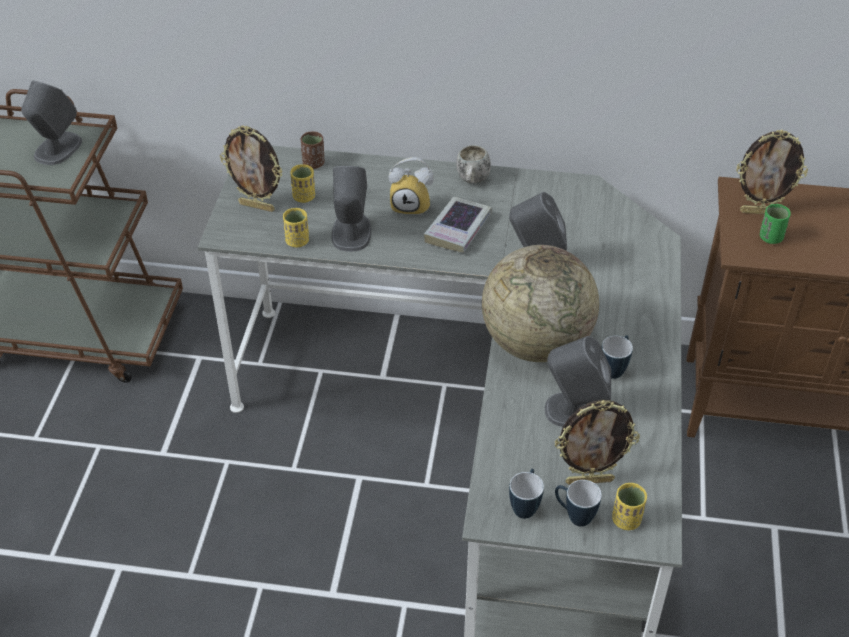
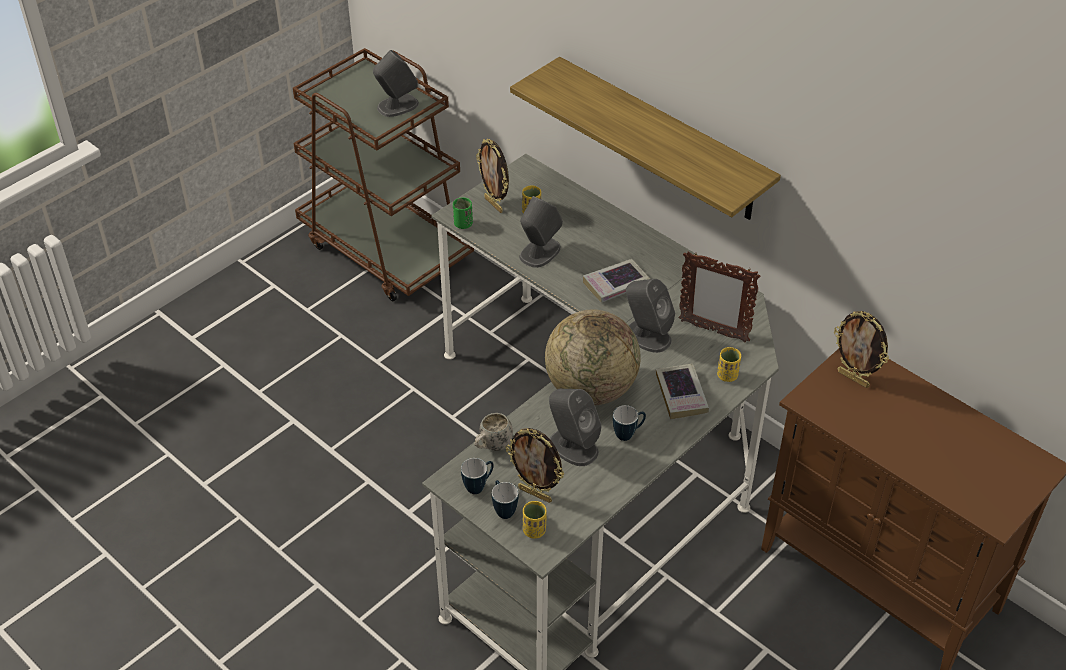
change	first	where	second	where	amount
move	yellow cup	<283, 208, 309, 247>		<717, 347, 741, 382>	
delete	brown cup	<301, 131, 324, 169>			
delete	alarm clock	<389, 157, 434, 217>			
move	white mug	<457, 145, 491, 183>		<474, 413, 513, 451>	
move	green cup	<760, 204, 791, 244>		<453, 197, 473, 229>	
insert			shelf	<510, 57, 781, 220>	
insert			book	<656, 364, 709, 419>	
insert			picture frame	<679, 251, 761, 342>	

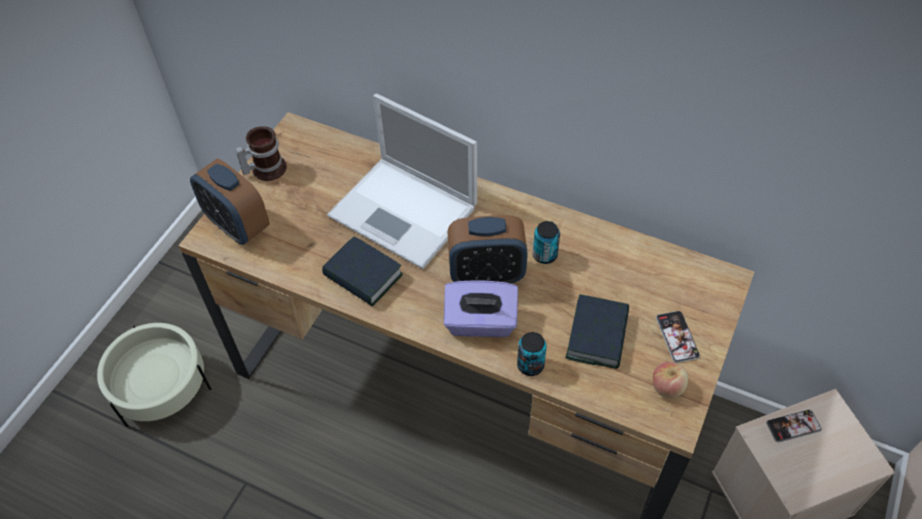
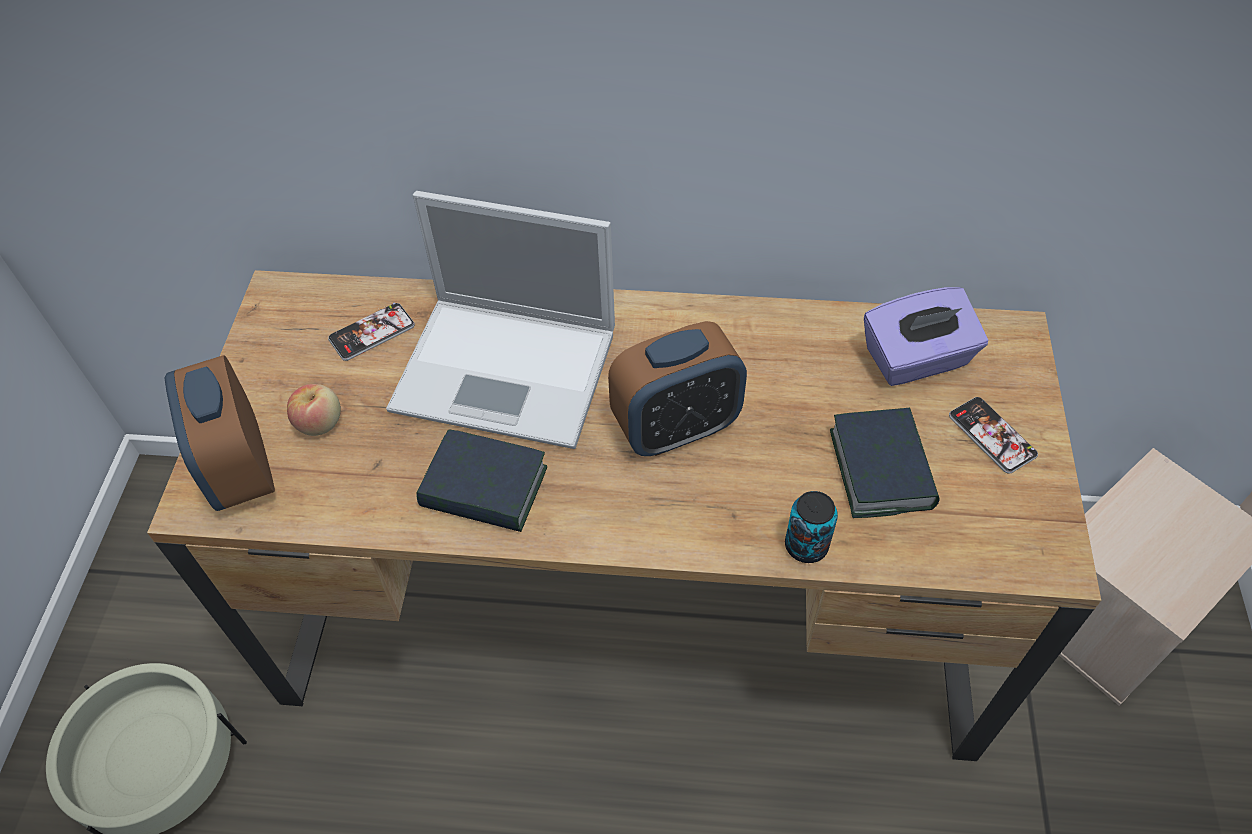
change	first	where	second	where	amount
rotate	alarm clock	<190, 159, 270, 245>		<165, 355, 275, 511>	45 degrees clockwise
delete	mug	<235, 126, 287, 181>			
move	purple tissue box	<444, 280, 518, 337>		<864, 287, 988, 386>	
delete	can	<533, 221, 560, 264>			
move	apple	<653, 362, 688, 398>		<287, 384, 341, 436>	
move	phone	<766, 410, 822, 443>		<328, 302, 415, 361>	

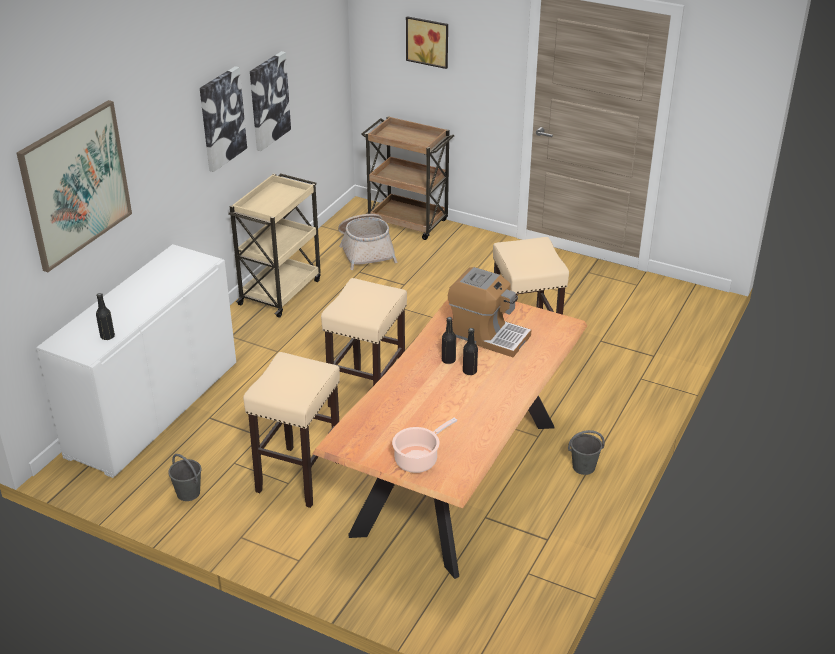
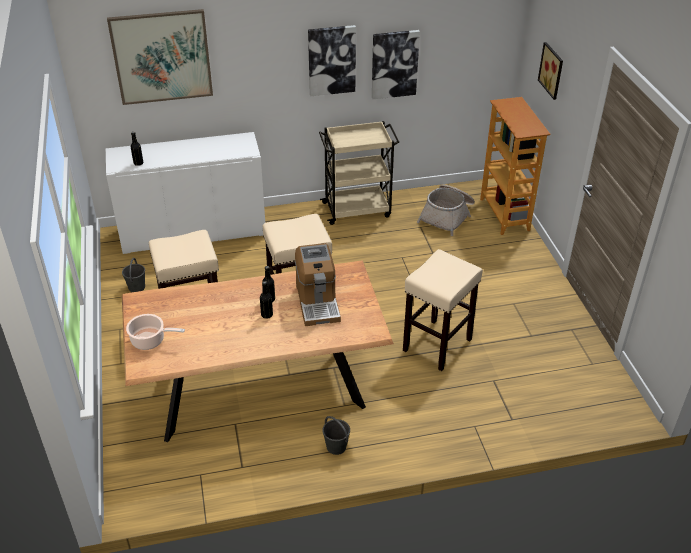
change	first	where	second	where	amount
replace	brown cart	<361, 116, 454, 240>	bookcase	<480, 97, 550, 235>	

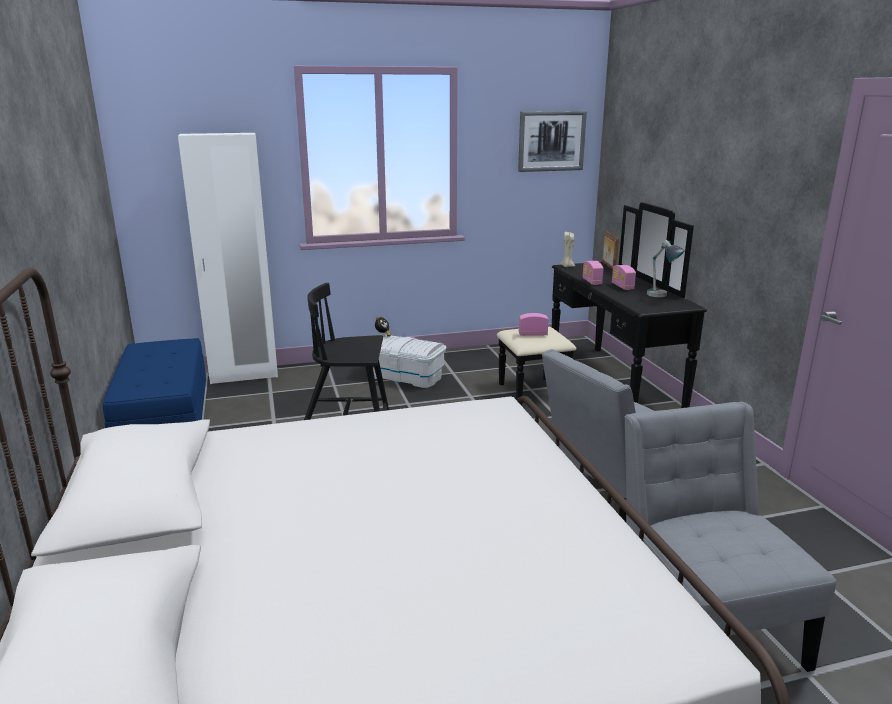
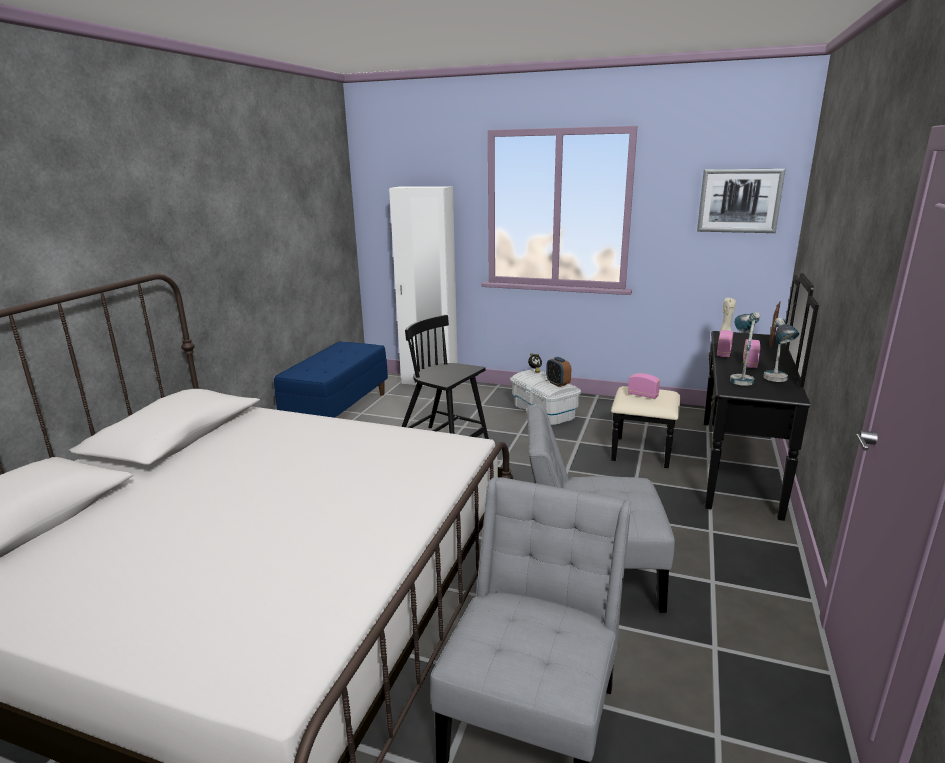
change	first	where	second	where	amount
insert			alarm clock	<546, 357, 571, 387>	
insert			table lamp	<730, 312, 760, 386>	

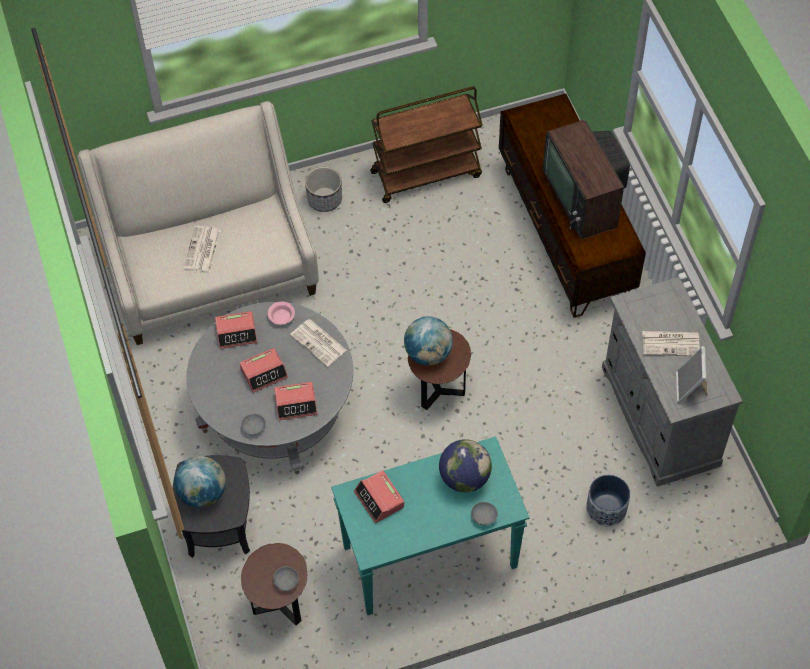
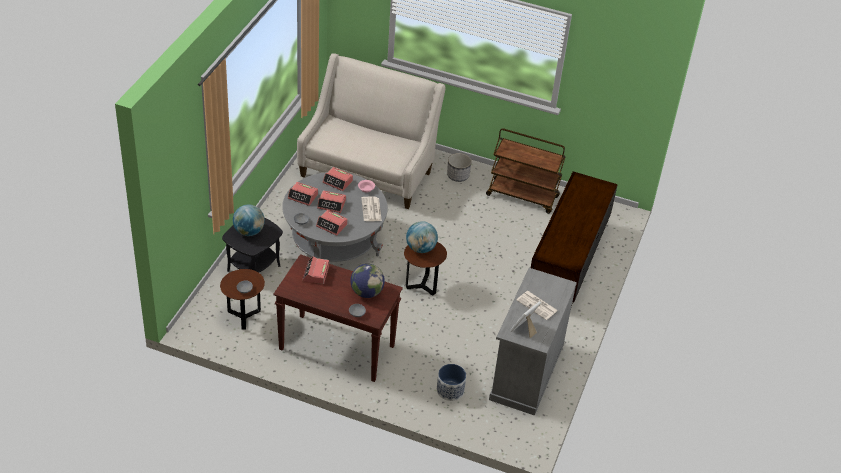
change	first	where	second	where	amount
delete	newspaper	<184, 226, 221, 272>			
recolor	turquoise console table	<331, 436, 530, 615>	brown console table	<273, 254, 403, 382>	
delete	television	<543, 120, 630, 239>			
insert			alarm clock	<288, 182, 318, 206>	

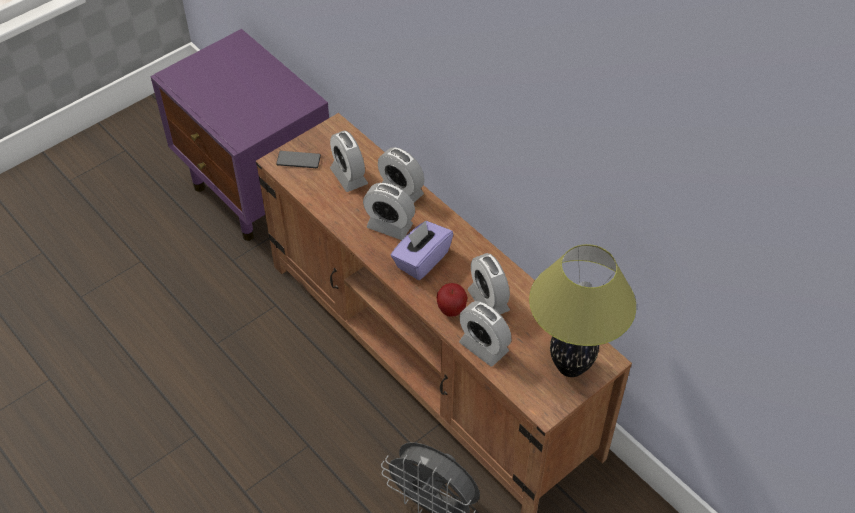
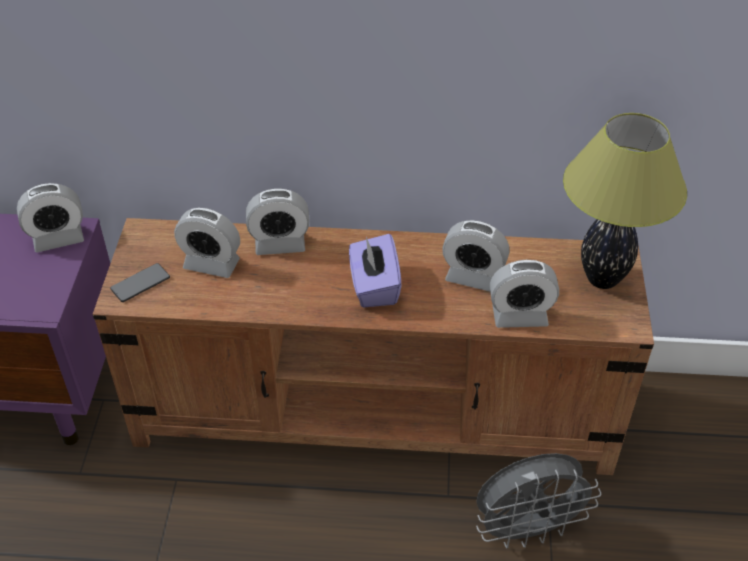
change	first	where	second	where	amount
move	alarm clock	<363, 183, 415, 240>		<17, 183, 84, 253>	
delete	apple	<437, 283, 468, 317>			

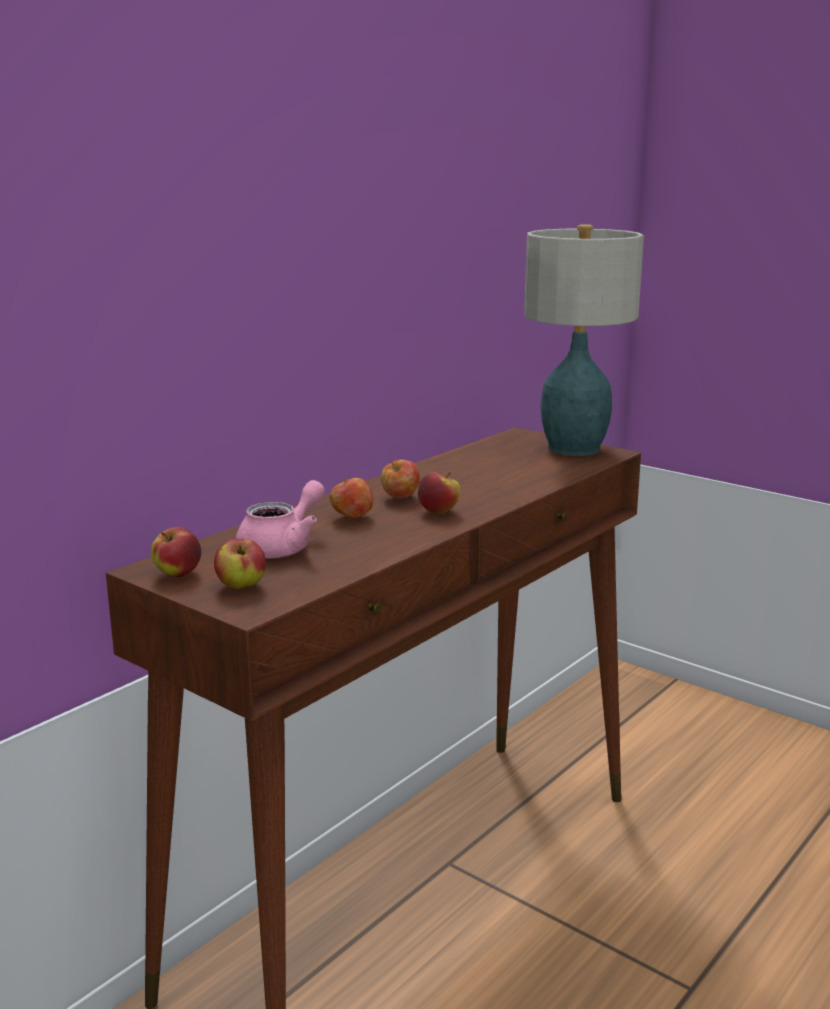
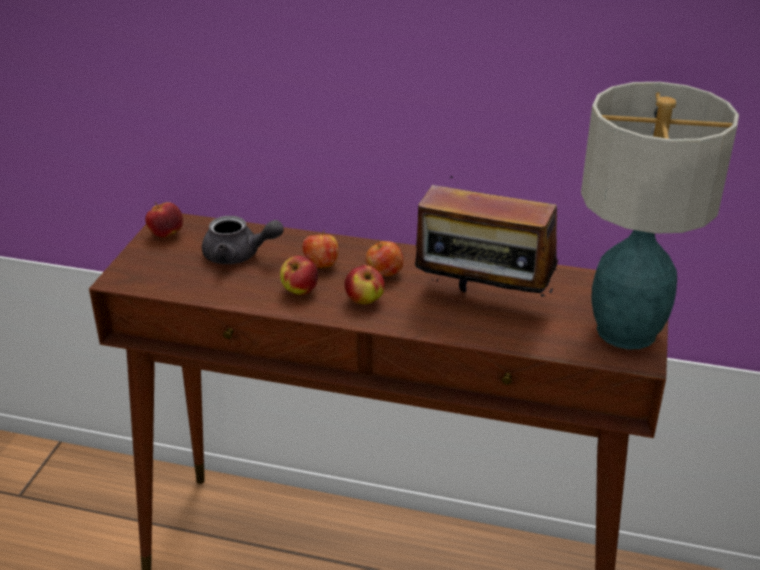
change	first	where	second	where	amount
move	apple	<214, 539, 265, 589>		<280, 256, 318, 295>	
recolor	pink teapot	<236, 480, 325, 558>	grey teapot	<202, 216, 284, 264>	
insert			radio	<414, 176, 558, 298>	

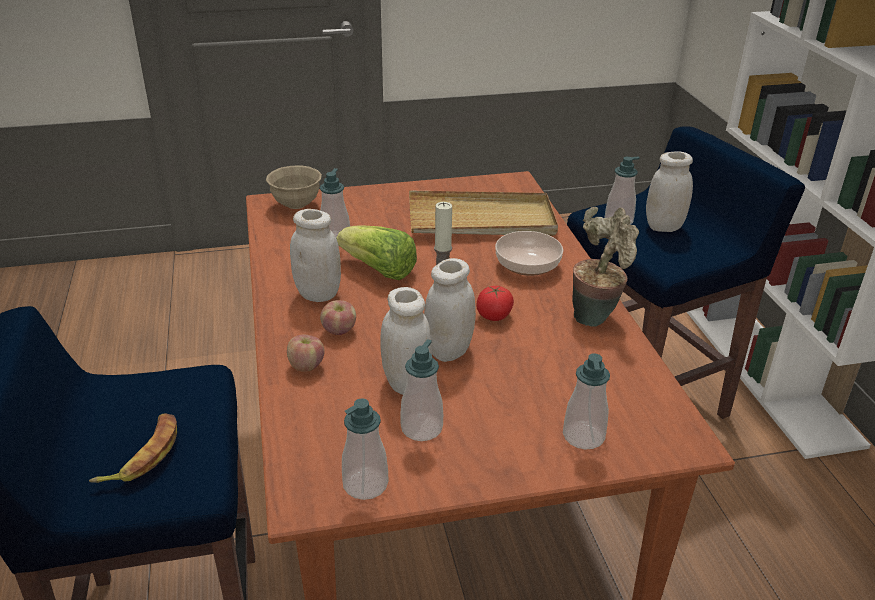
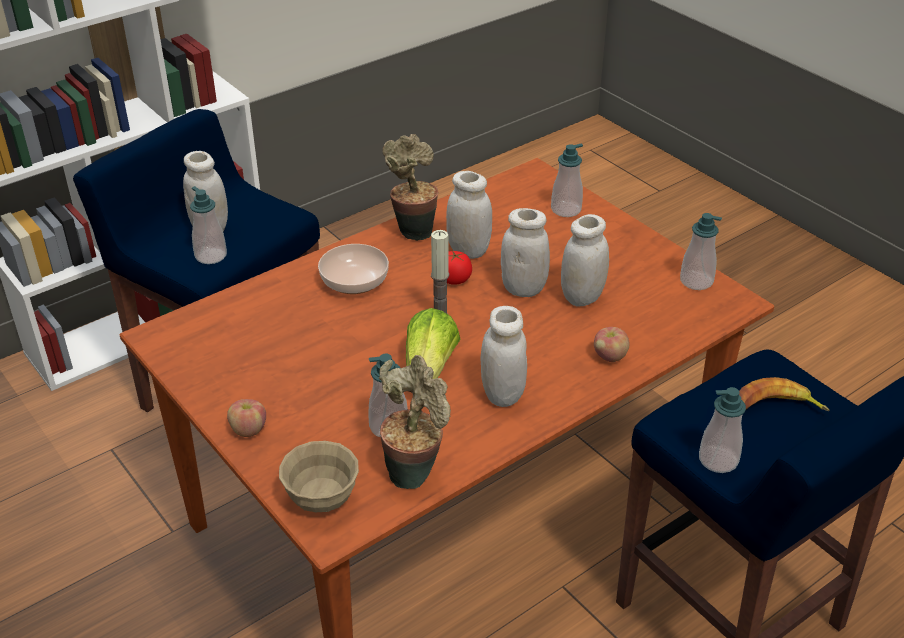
change	first	where	second	where	amount
move	apple	<320, 300, 356, 335>		<227, 399, 266, 437>	
move	soap dispenser	<400, 339, 443, 441>		<699, 387, 746, 473>	
delete	beige tray	<409, 191, 558, 236>			
insert			potted plant	<379, 355, 451, 489>	
insert			white jar	<446, 171, 492, 259>	

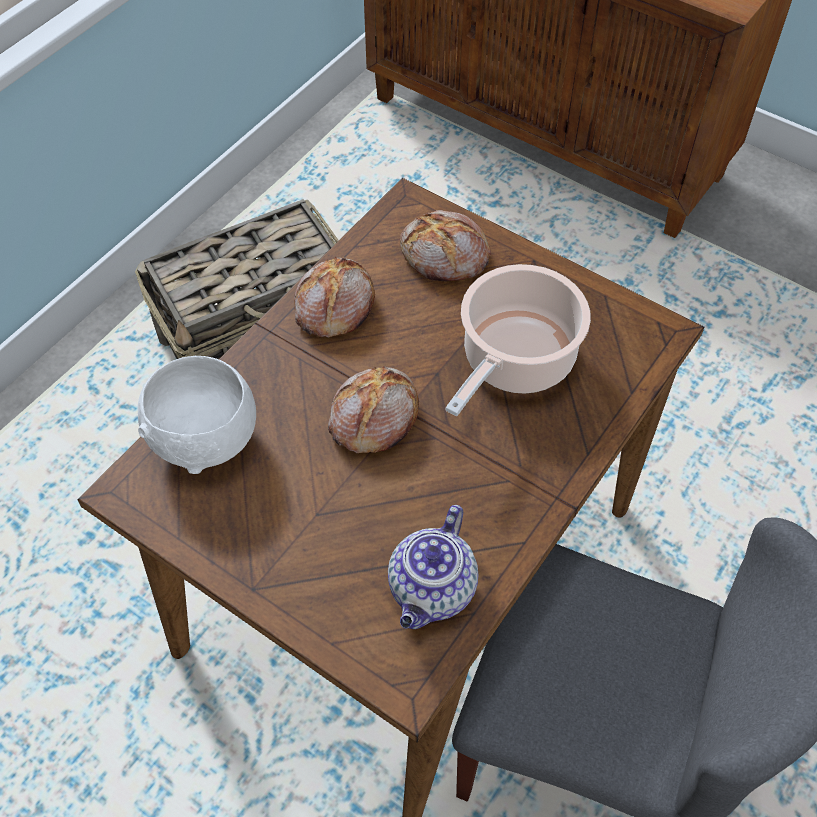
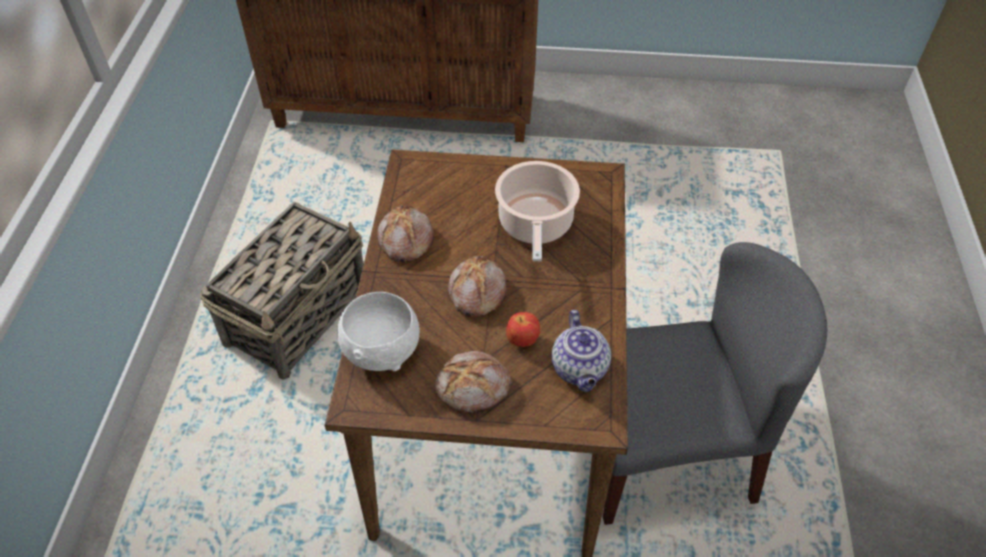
change	first	where	second	where	amount
move	bread	<400, 210, 491, 281>		<434, 351, 511, 414>	
insert			apple	<506, 312, 540, 347>	

